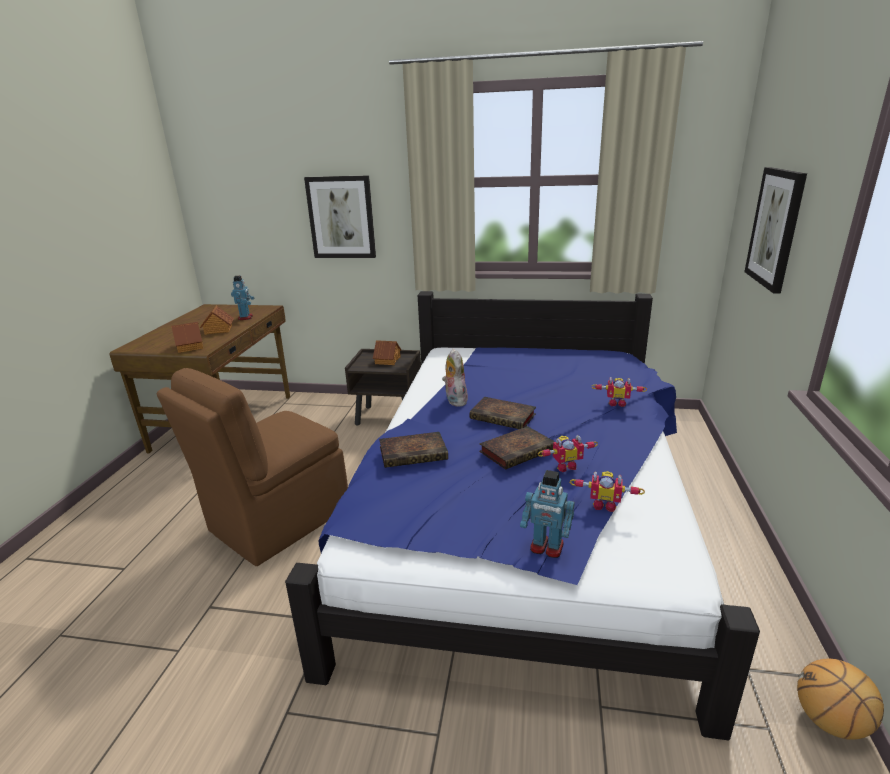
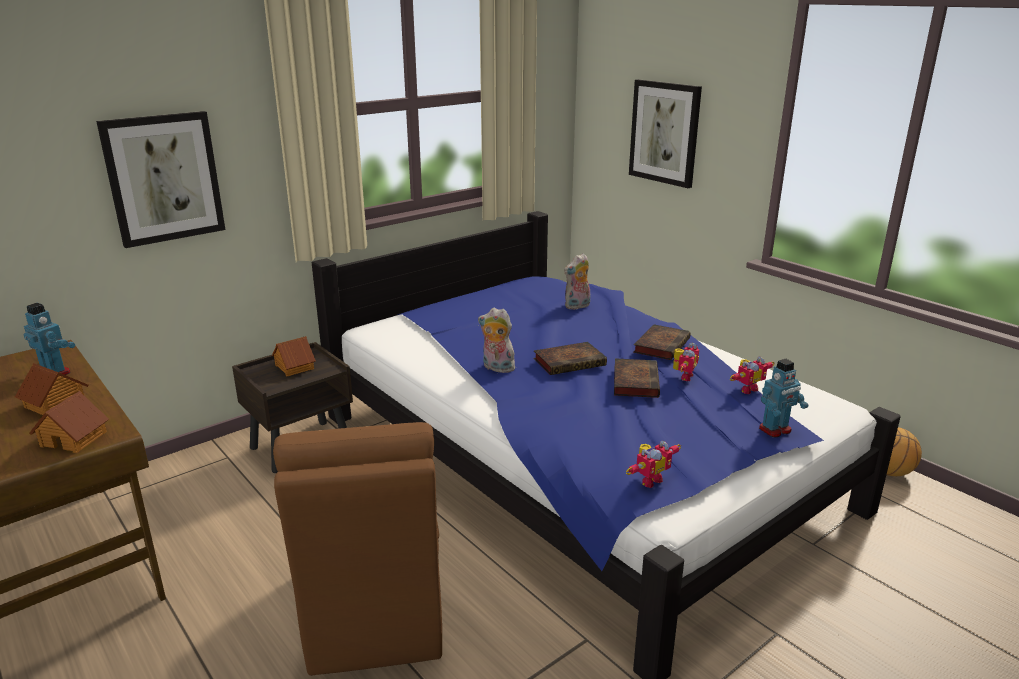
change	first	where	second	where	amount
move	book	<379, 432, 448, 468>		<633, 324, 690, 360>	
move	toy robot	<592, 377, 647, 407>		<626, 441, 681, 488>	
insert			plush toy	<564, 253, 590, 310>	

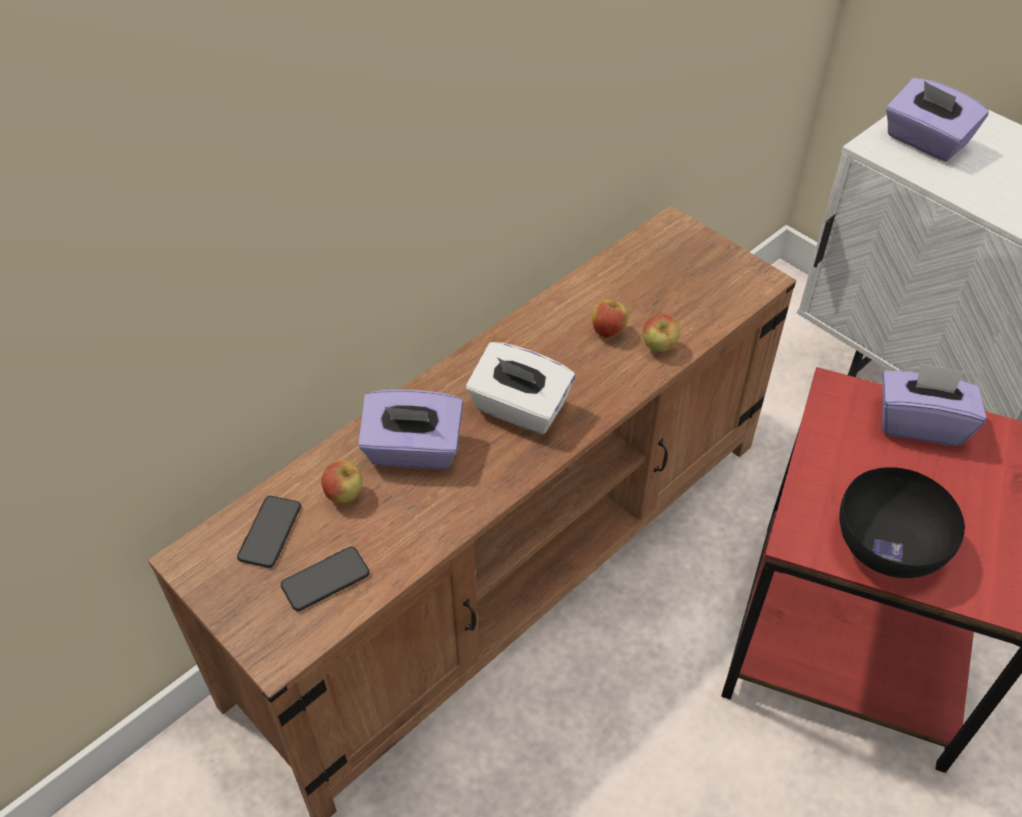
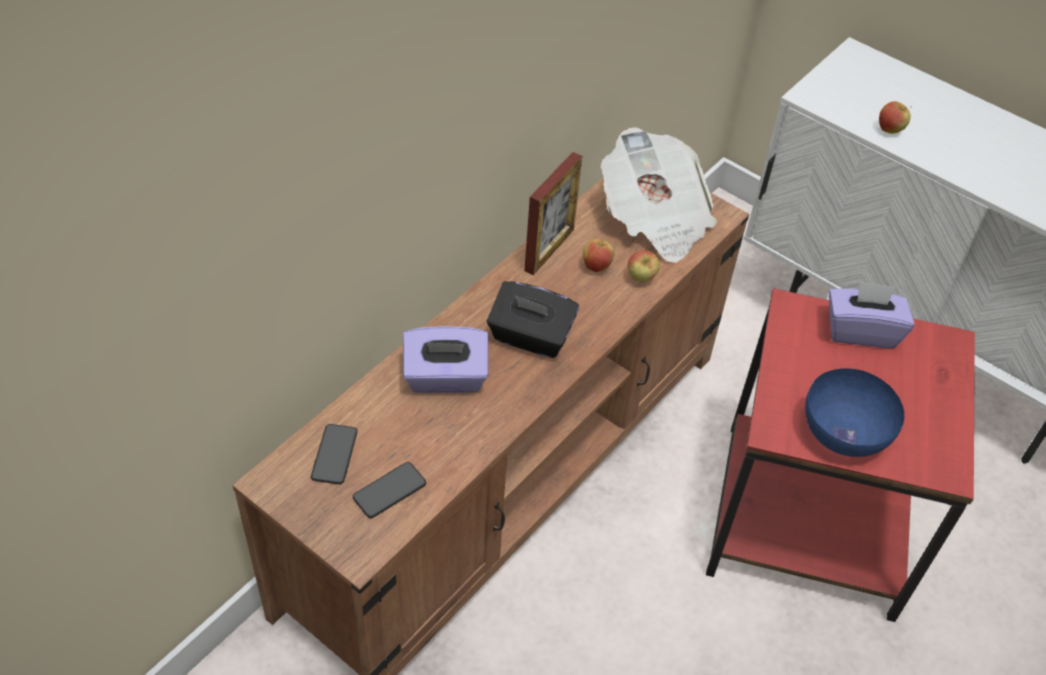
change	first	where	second	where	amount
move	apple	<321, 460, 363, 503>		<879, 101, 912, 134>	
recolor	white tissue box	<466, 342, 575, 434>	black tissue box	<487, 281, 579, 358>	
recolor	black bowl	<839, 467, 965, 578>	blue bowl	<805, 368, 904, 457>	
delete	purple tissue box	<886, 78, 989, 162>			
insert			picture frame	<524, 152, 582, 275>	
insert			newspaper	<601, 127, 717, 263>	

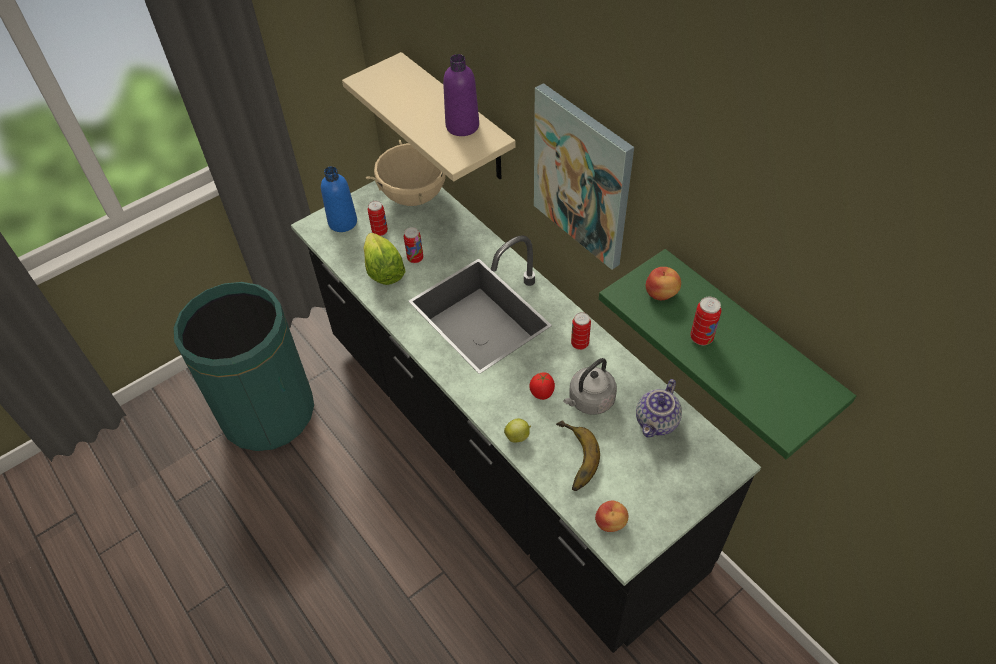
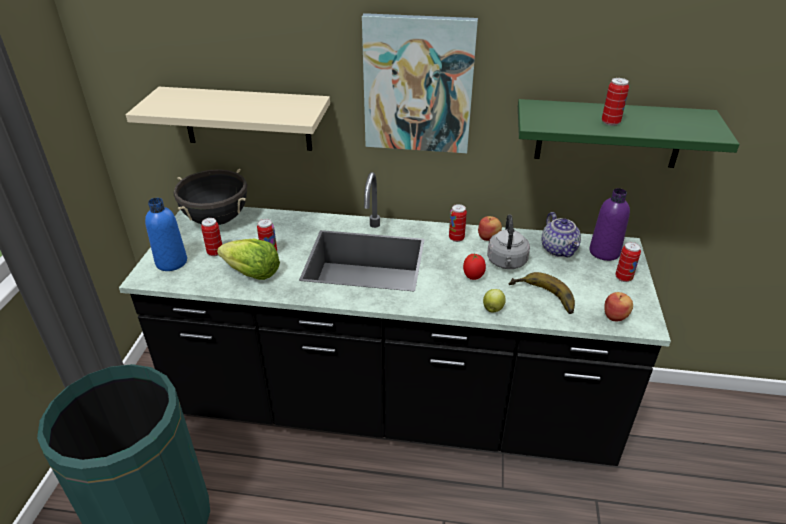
change	first	where	second	where	amount
recolor	beige cooking pot	<366, 140, 446, 206>	black cooking pot	<174, 169, 247, 225>	
move	purple bottle	<443, 54, 479, 136>		<589, 188, 630, 261>	
move	apple	<646, 267, 681, 300>		<478, 216, 502, 241>	
insert			can	<615, 242, 641, 282>	

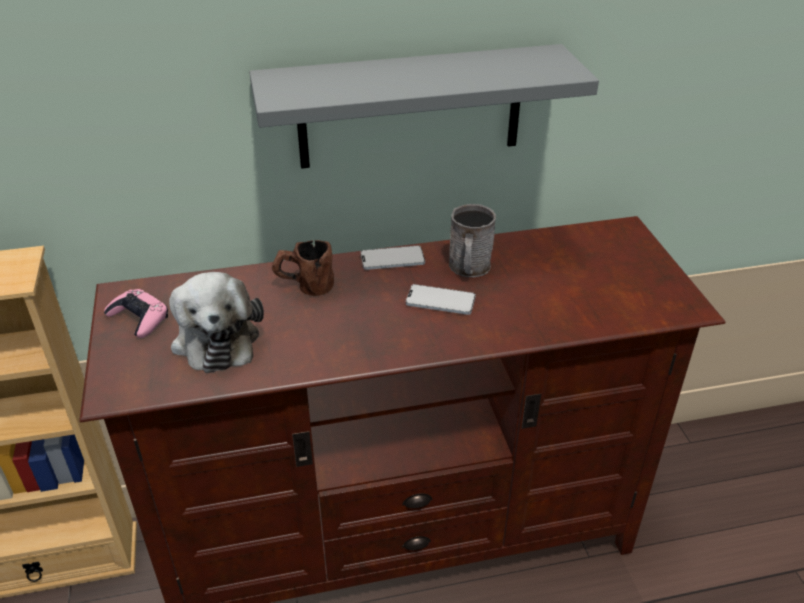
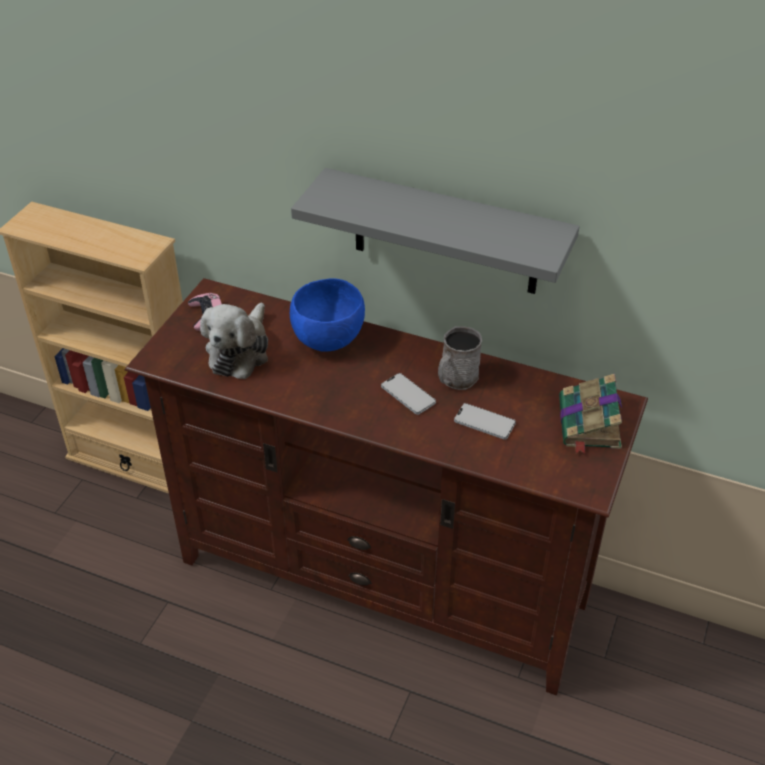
change	first	where	second	where	amount
replace	brown mug	<272, 240, 334, 296>	blue bowl	<290, 278, 365, 352>	
move	phone	<361, 246, 425, 270>		<454, 403, 516, 440>	
insert			book	<559, 374, 622, 454>	

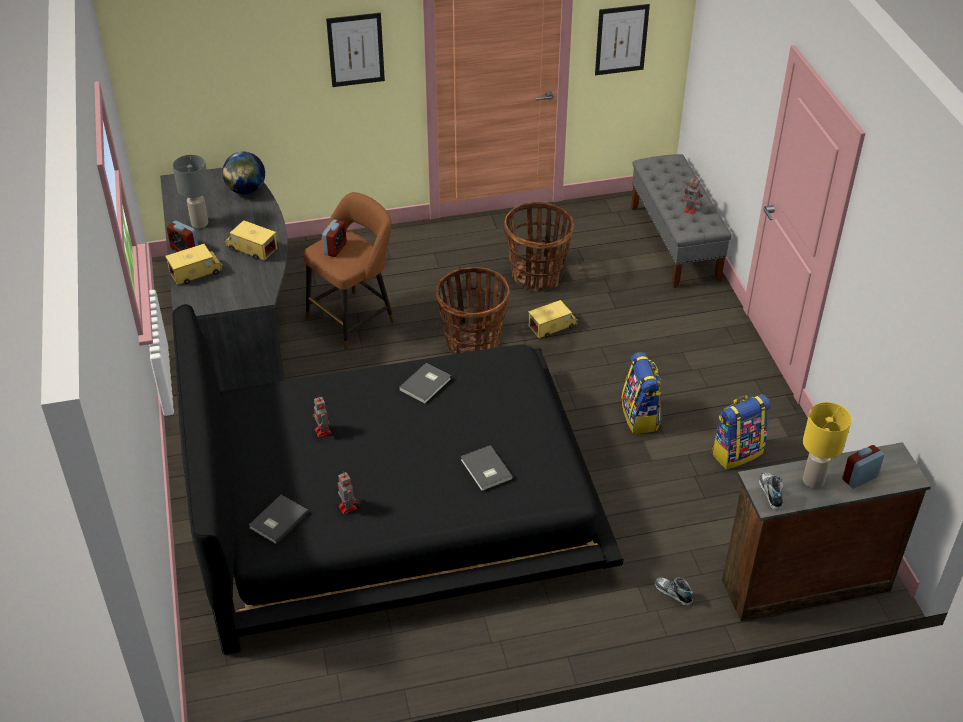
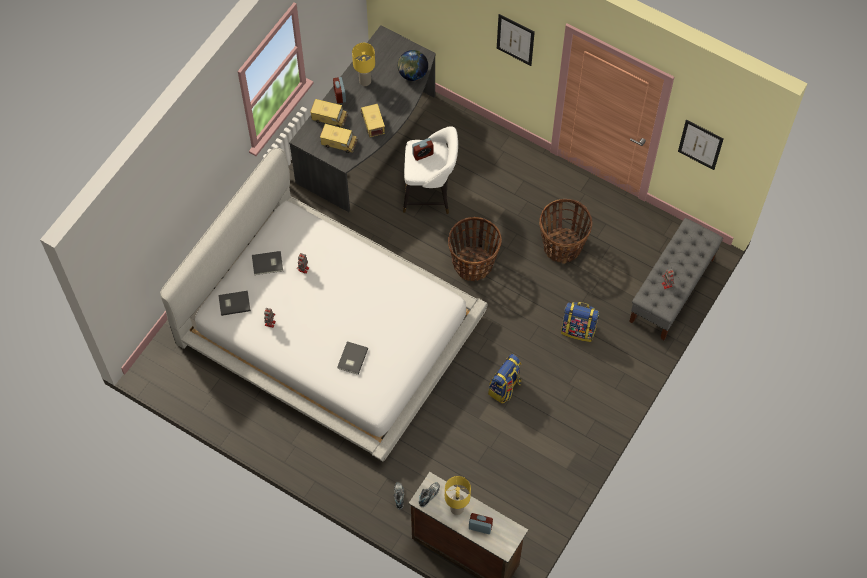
change	first	where	second	where	amount
recolor	black bed	<172, 304, 624, 654>	white bed	<160, 148, 488, 462>	
recolor	grey table lamp	<173, 155, 209, 228>	yellow table lamp	<352, 43, 375, 86>	
recolor	brown stool	<303, 192, 395, 351>	white stool	<403, 126, 458, 214>	
move	grey book	<399, 363, 451, 404>		<252, 251, 283, 275>	
move	toy truck	<528, 300, 578, 338>		<320, 124, 358, 153>	
move	backpack	<711, 394, 771, 469>		<561, 302, 599, 342>	

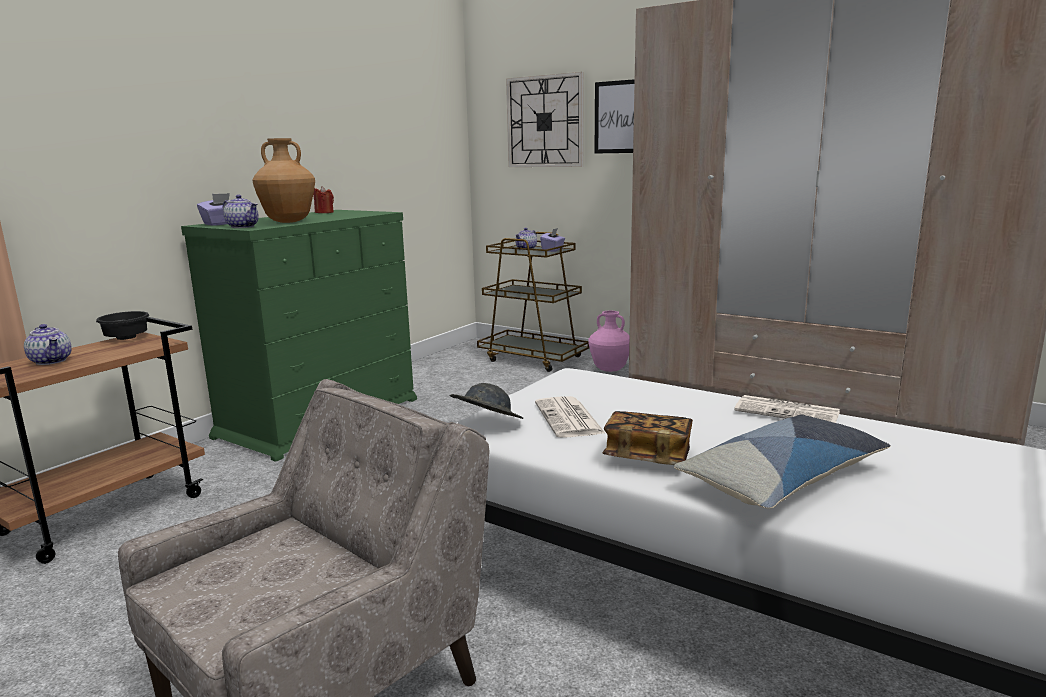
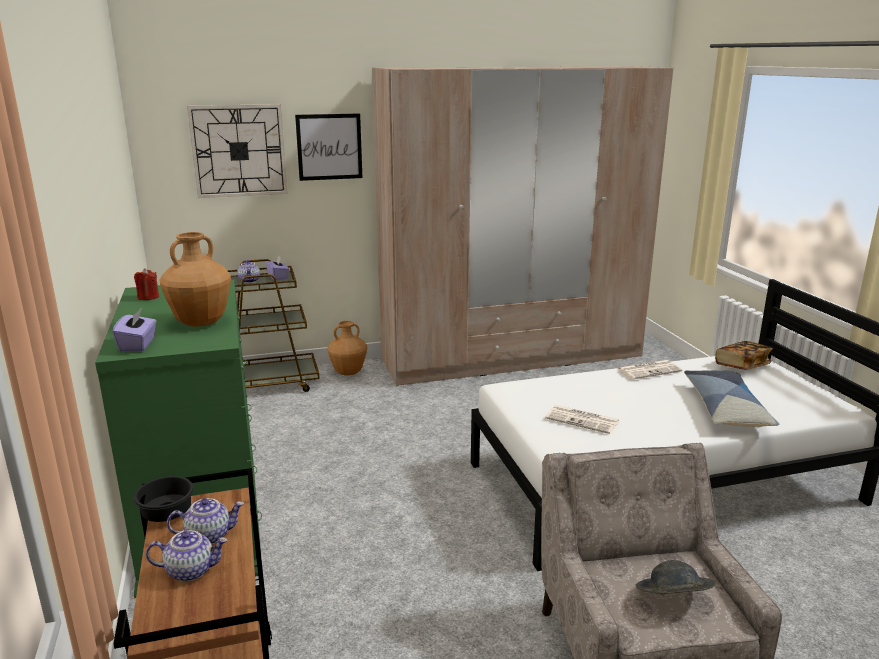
change	first	where	second	where	amount
move	teapot	<223, 195, 259, 228>		<167, 498, 244, 544>	
move	grey hat	<450, 383, 523, 419>		<636, 560, 715, 594>	
recolor	pink vase	<589, 311, 629, 372>	brown vase	<327, 321, 367, 375>	
move	book	<603, 411, 693, 465>		<715, 341, 773, 370>	

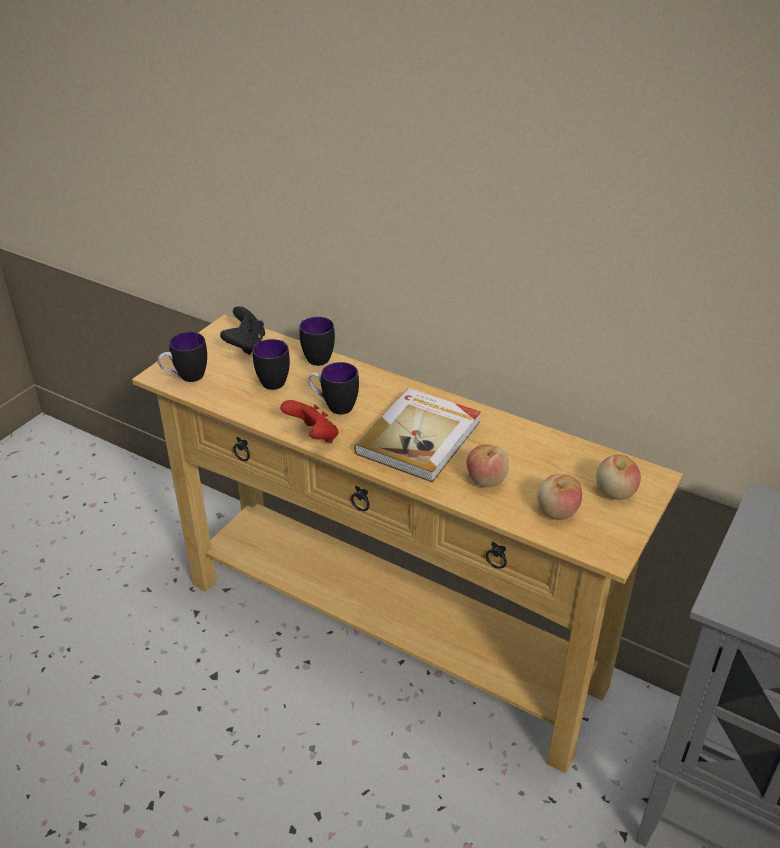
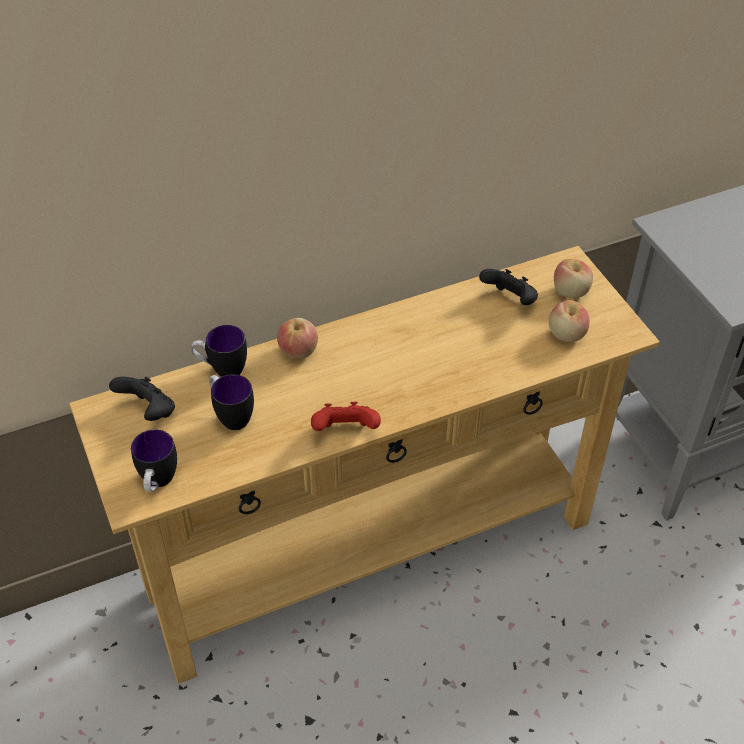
change	first	where	second	where	amount
delete	mug	<308, 362, 359, 415>			
delete	book	<354, 388, 481, 483>			
move	apple	<467, 444, 509, 487>		<277, 318, 318, 359>	
insert			black game controller	<479, 269, 538, 305>	

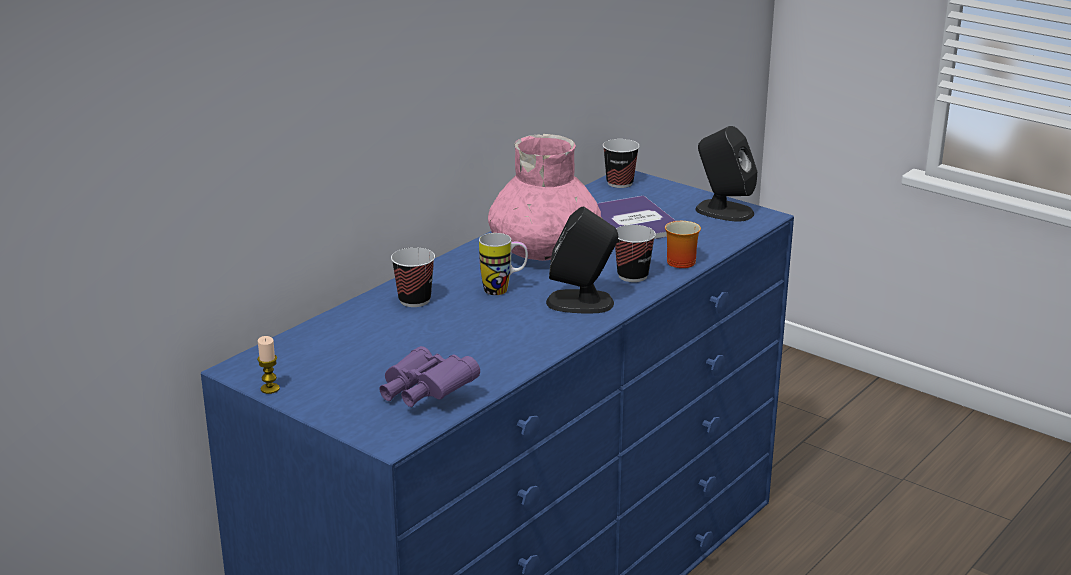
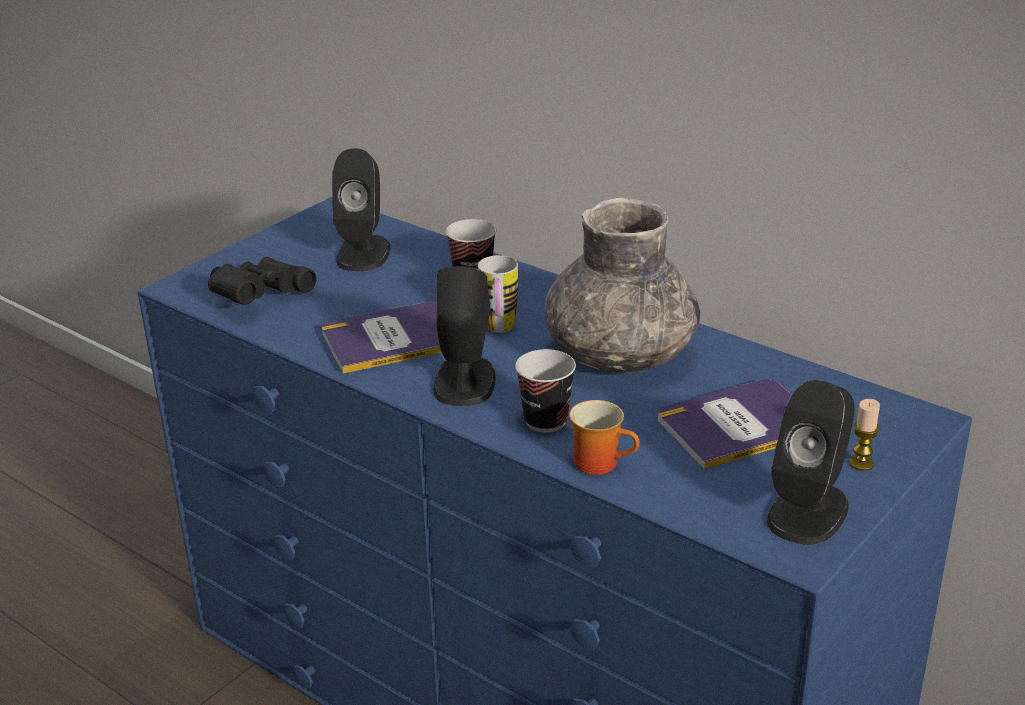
change	first	where	second	where	amount
move	candle	<257, 336, 280, 394>		<849, 399, 880, 471>	
recolor	purple binoculars	<379, 346, 480, 407>	black binoculars	<208, 257, 317, 305>	
recolor	pink vase	<488, 134, 601, 261>	grey vase	<545, 198, 700, 373>	
delete	cup	<603, 139, 639, 188>			
insert			book	<322, 302, 442, 374>	
insert			black speaker	<332, 148, 390, 271>	

